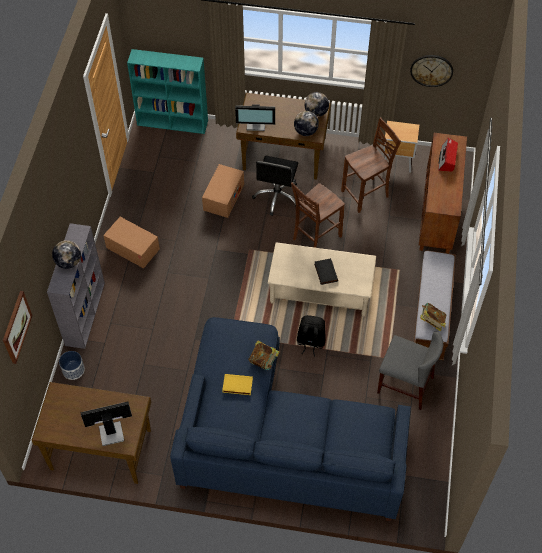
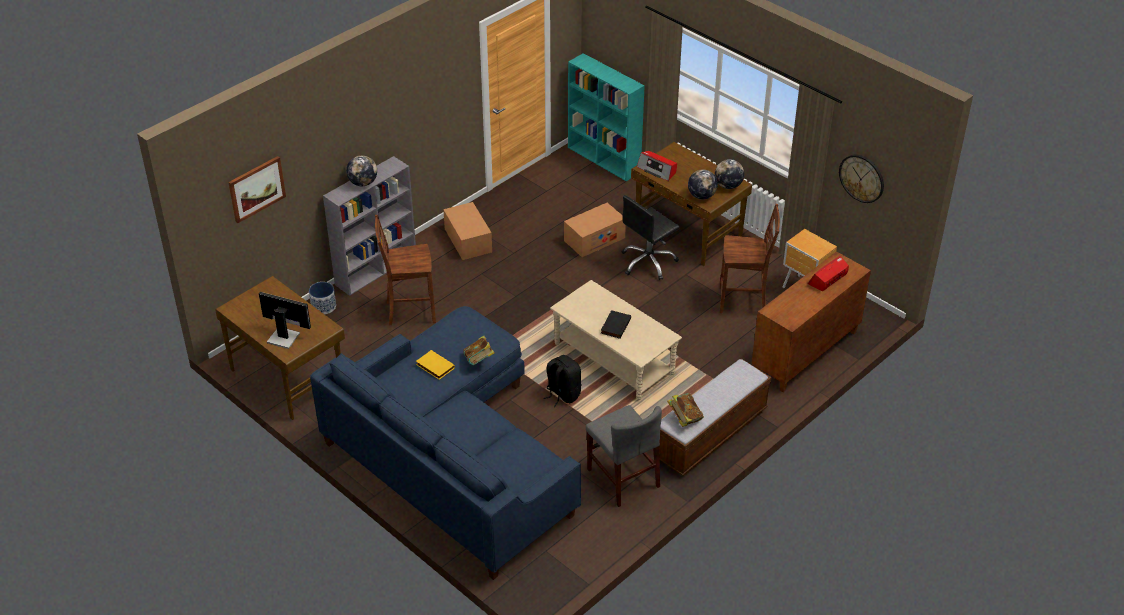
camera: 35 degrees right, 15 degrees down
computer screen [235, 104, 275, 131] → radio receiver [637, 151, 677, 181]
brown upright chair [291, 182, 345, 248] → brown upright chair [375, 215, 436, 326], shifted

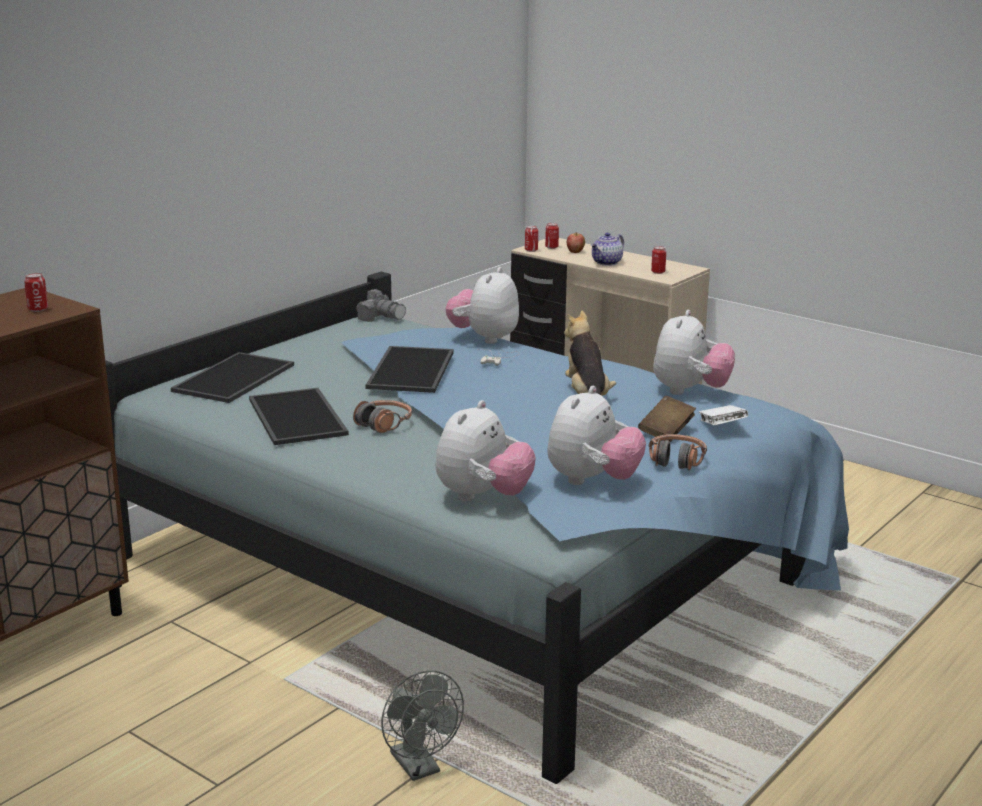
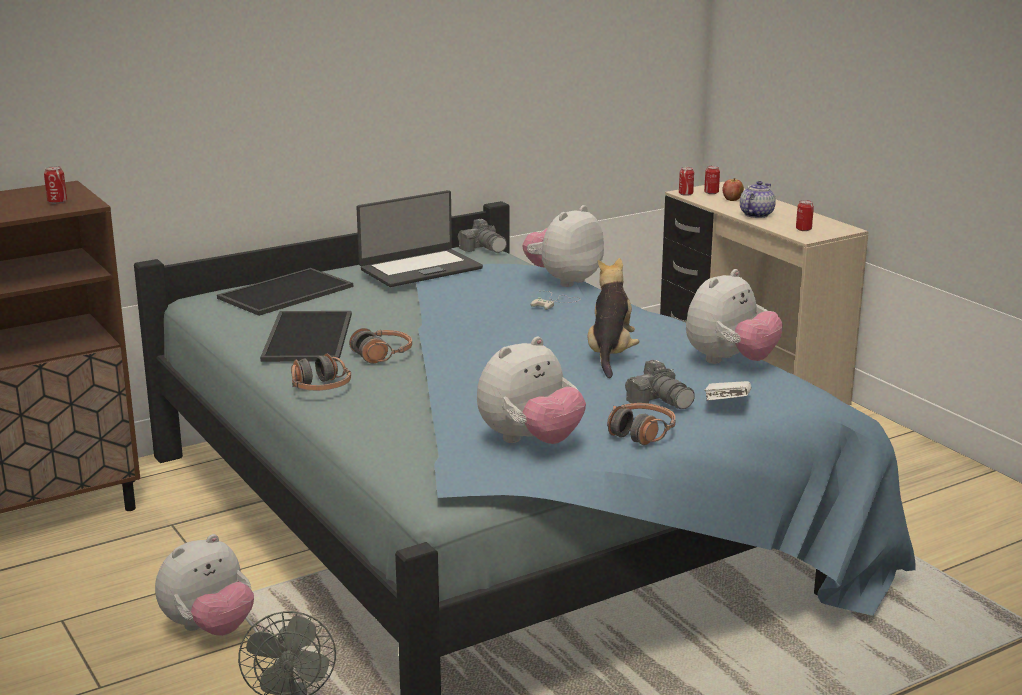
camera: 20 degrees right, 0 degrees up
tea pot [591, 232, 624, 266] → tea pot [740, 181, 776, 218], 150 degrees clockwise
carrying tray [366, 346, 454, 393] → -
brown volume [638, 396, 696, 442] → photo camera [625, 360, 695, 409]
soft toy [436, 400, 536, 501] → soft toy [155, 534, 254, 636], shifted
- → laptop [357, 190, 483, 287]
- → headset [291, 354, 351, 391]

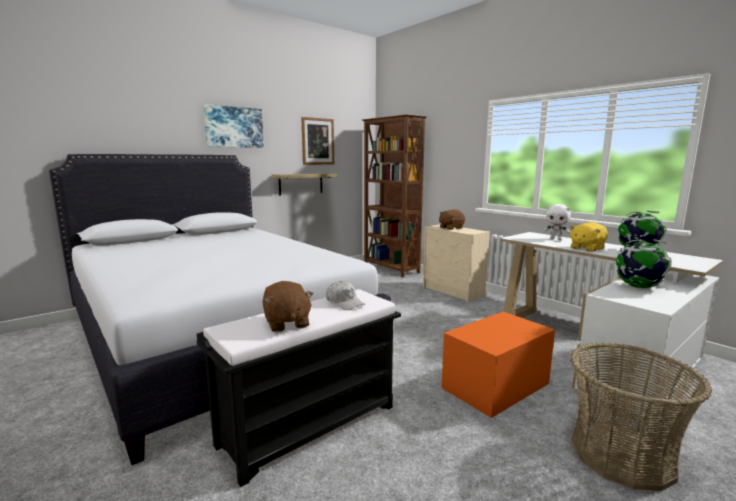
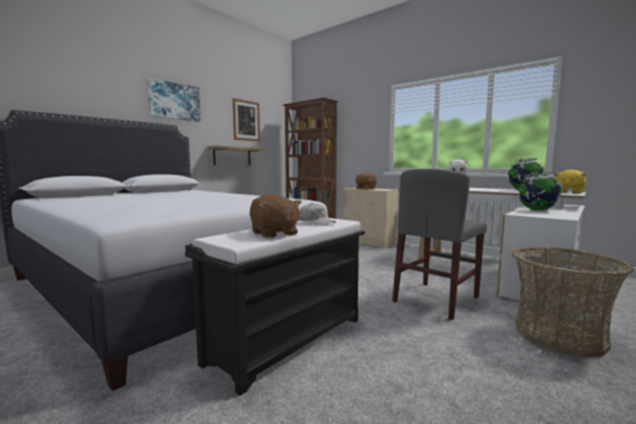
camera: 10 degrees left, 5 degrees down
yellow-coloured soft toy [570, 222, 608, 252] → yellow-coloured soft toy [554, 169, 587, 194], shifted
orangey storage bin [441, 312, 555, 418] → greyish upright chair [392, 169, 487, 320]

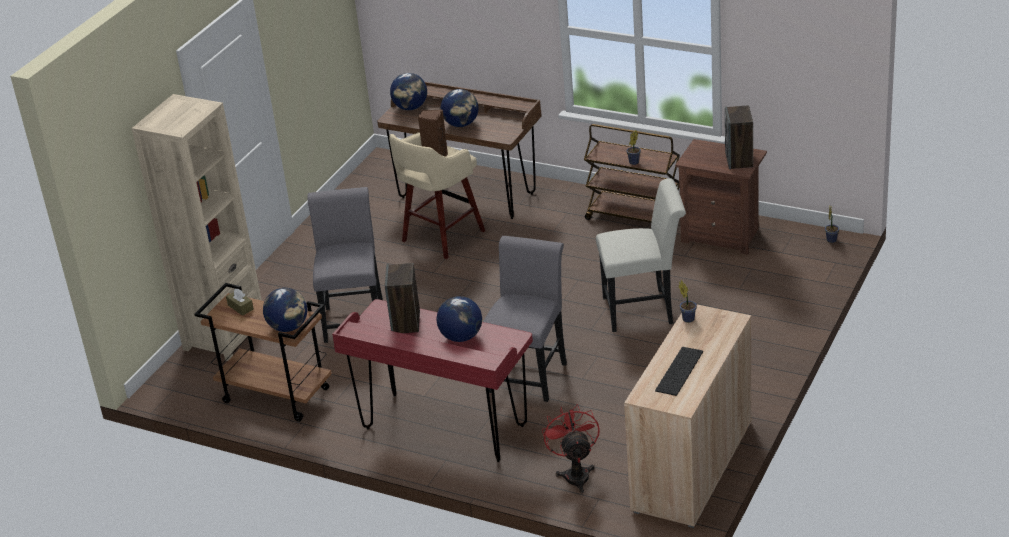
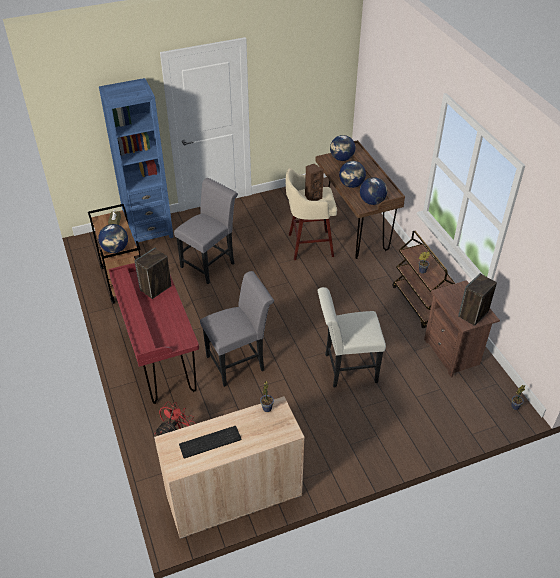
camera: 40 degrees right, 10 degrees up
sand-coloured bookshelf [132, 94, 262, 361] → blue bookshelf [99, 78, 174, 246]
white upright chair [596, 178, 686, 332] → white upright chair [318, 287, 386, 387], 135 degrees clockwise
desk globe [436, 296, 482, 342] → desk globe [360, 177, 387, 205], shifted

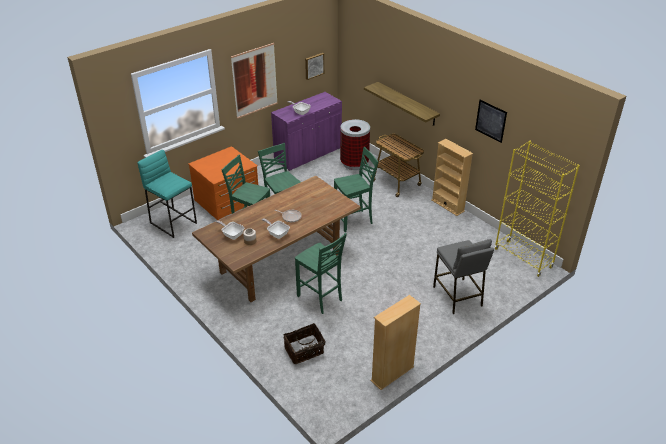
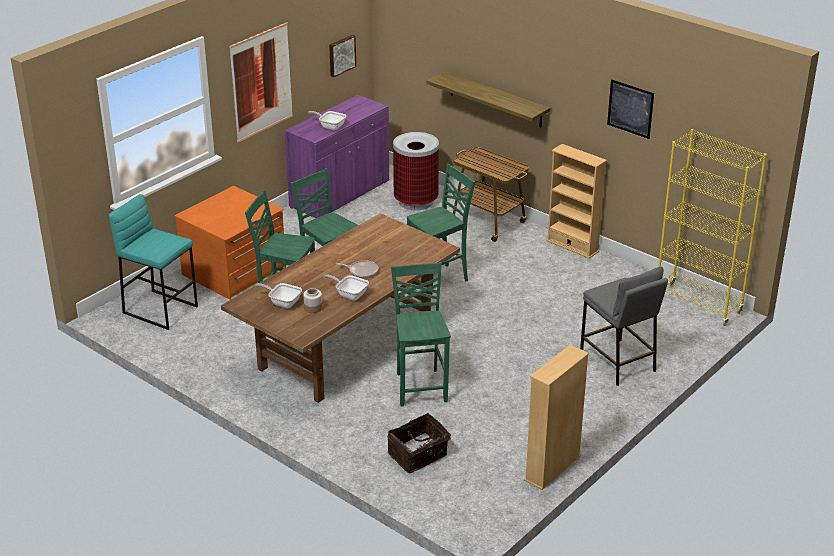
camera: 10 degrees left, 5 degrees down
green-coloured upright chair [295, 233, 347, 314] → green-coloured upright chair [391, 262, 451, 407], 135 degrees counterclockwise

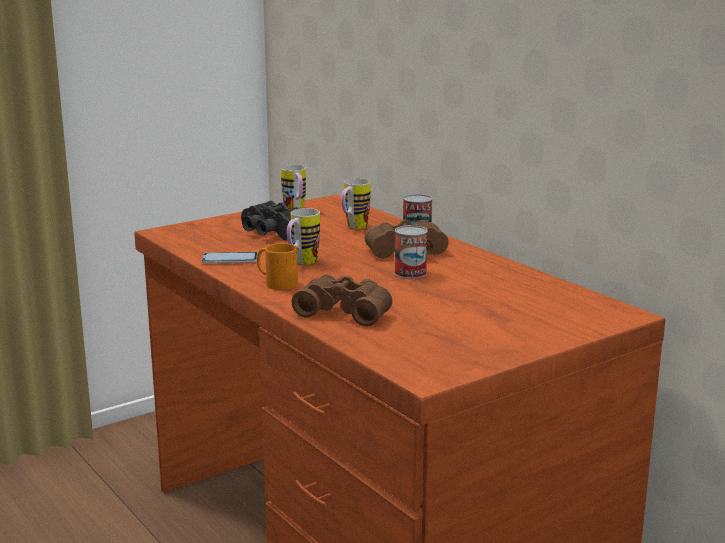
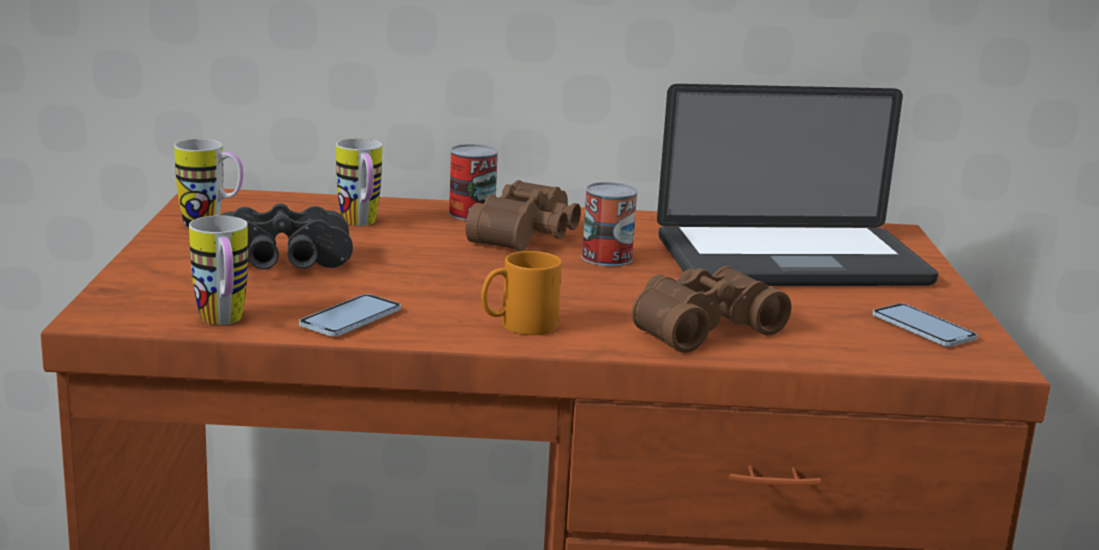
camera: 55 degrees left, 0 degrees up
tea mug [287, 208, 320, 264] → tea mug [189, 216, 248, 325], shifted
- → laptop [657, 84, 938, 286]
- → telephone [873, 303, 977, 347]

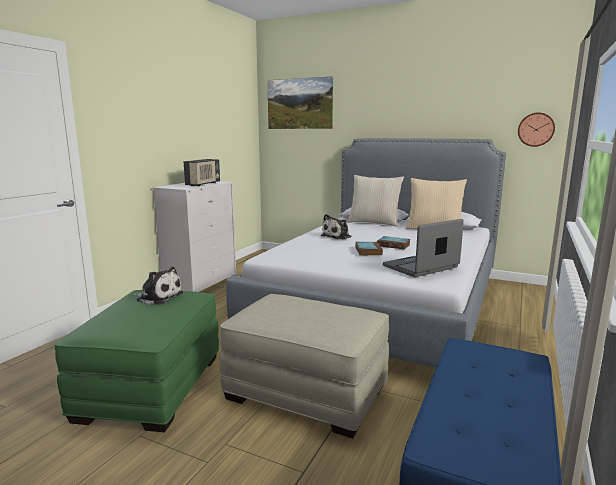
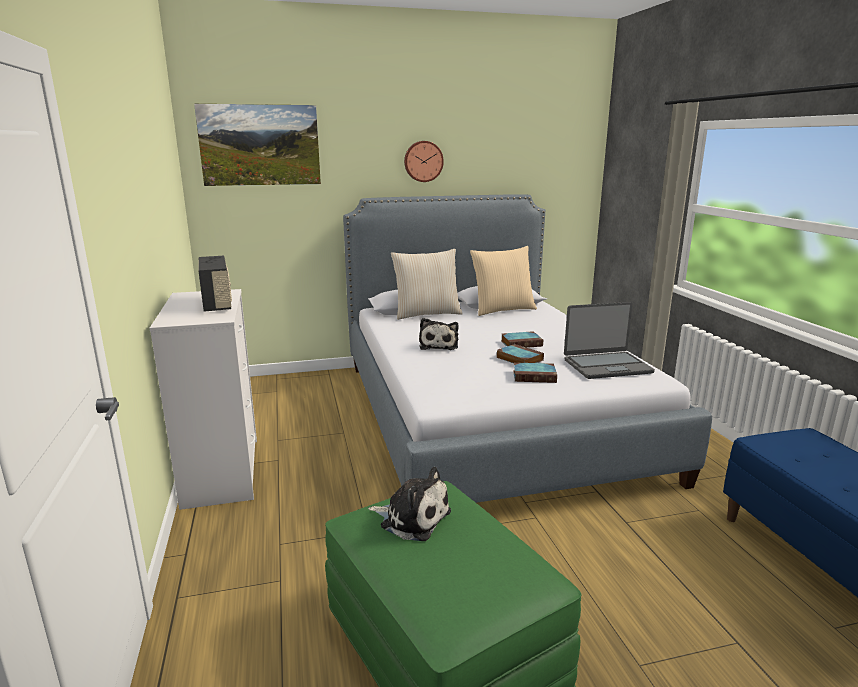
camera: 40 degrees left, 5 degrees up
hanging clock [518, 112, 555, 147] → hanging clock [404, 141, 444, 182], shifted
laptop [383, 219, 464, 277] → laptop [564, 302, 655, 379], 120 degrees counterclockwise
soft toy [133, 267, 183, 305] → soft toy [368, 467, 451, 541], 45 degrees clockwise
sand-coloured pouffe [219, 294, 389, 439] → -
- → volume [513, 362, 557, 383]

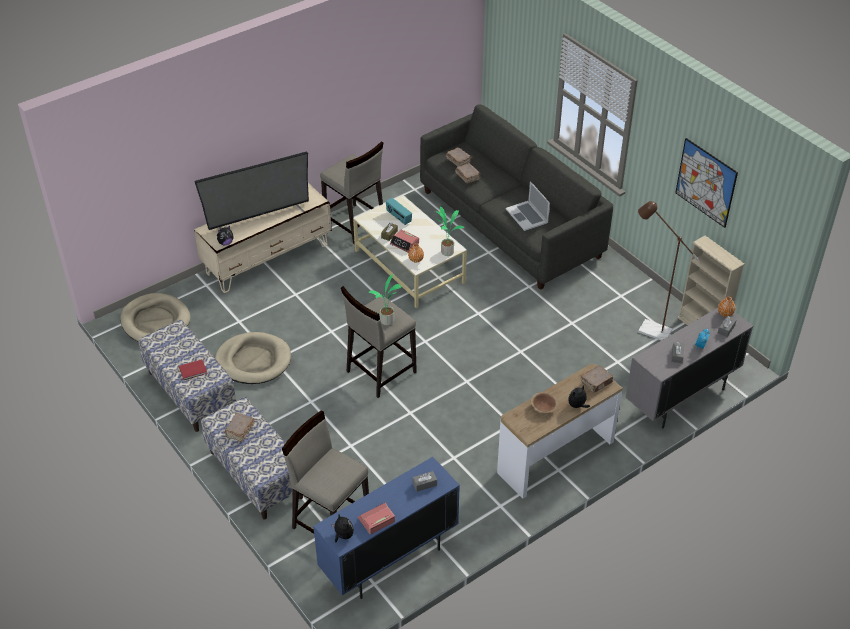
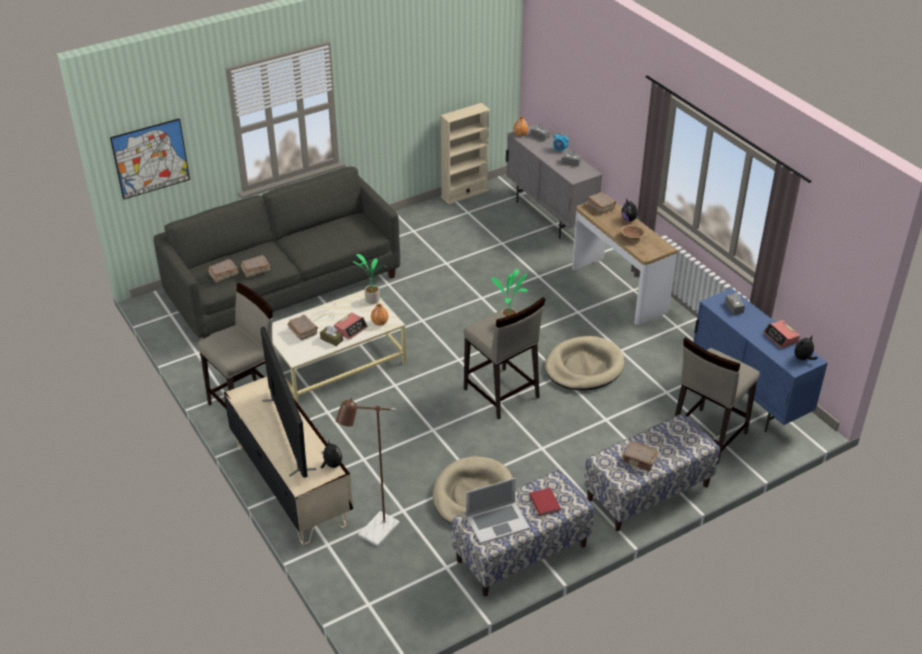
camera: 85 degrees left, 5 degrees down
wall picture [675, 138, 738, 228] → wall picture [110, 118, 190, 200], shifted
laptop [506, 181, 550, 231] → laptop [466, 478, 530, 544], shifted
radio receiver [386, 198, 412, 225] → brown volume [288, 315, 318, 340]
brown standard lamp [638, 201, 699, 341] → brown standard lamp [336, 397, 400, 547], shifted
sand-coloured pet bed [120, 293, 190, 342] → sand-coloured pet bed [545, 336, 625, 391], shifted

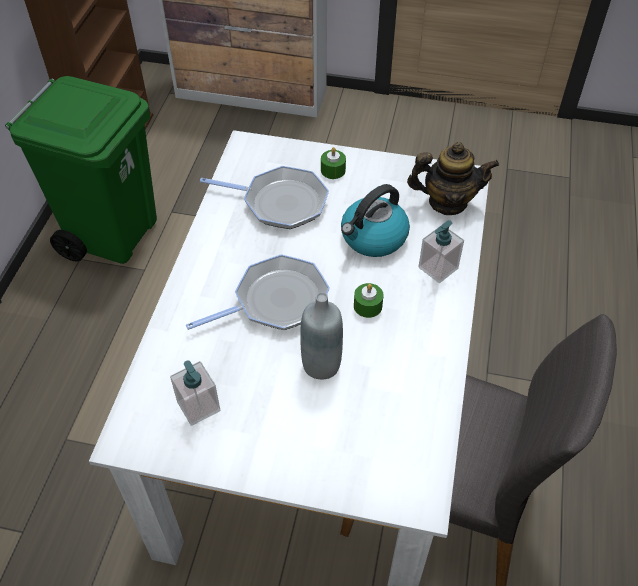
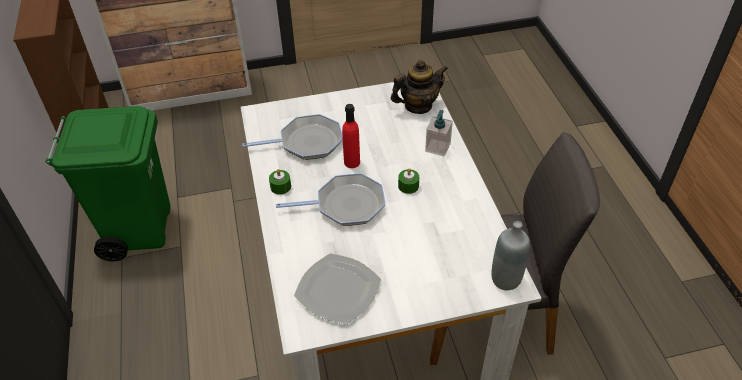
camera: 25 degrees left, 5 degrees down
green-coloured wax candle [321, 147, 346, 179] → green-coloured wax candle [269, 169, 291, 195], shifted
tea kettle [341, 184, 410, 257] → -
pan [186, 254, 330, 330] → pan [276, 173, 385, 226], 45 degrees clockwise
greyish beverage bottle [300, 293, 343, 379] → greyish beverage bottle [491, 221, 530, 290], shifted
liquid soap bottle [170, 360, 220, 426] → plate [294, 253, 381, 325]
- → red beverage bottle [342, 104, 360, 168]

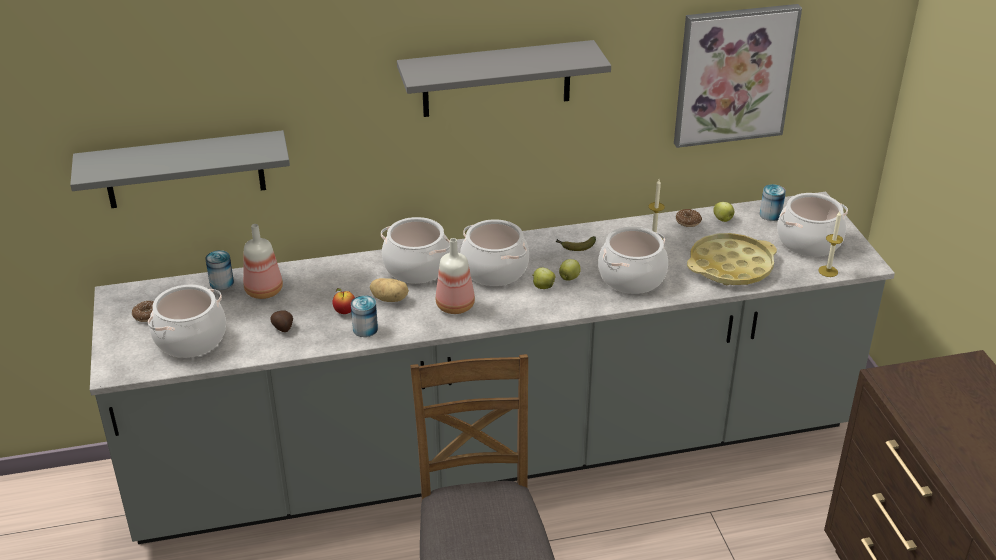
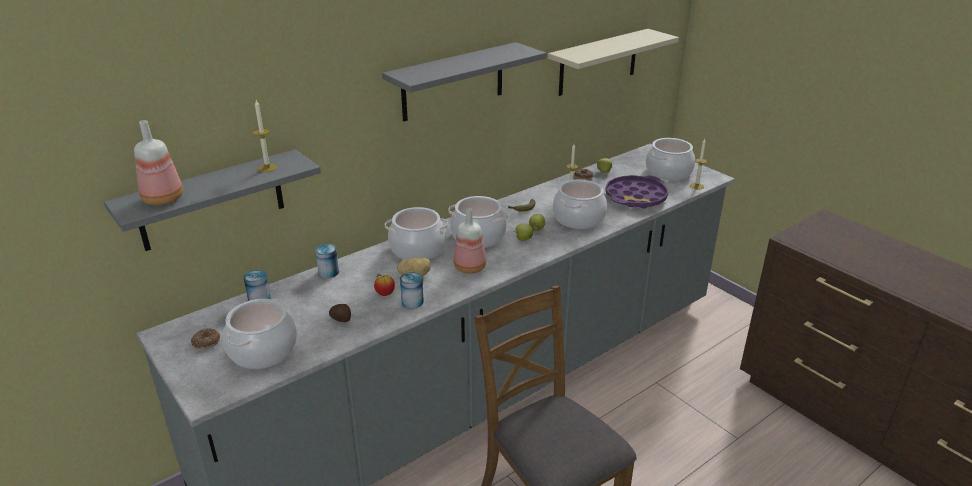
camera: 25 degrees left, 5 degrees down
wall picture [674, 4, 802, 148] → sand-coloured shelf [548, 29, 679, 96]
can [760, 184, 786, 221] → can [315, 244, 339, 278], shifted
beverage bottle [243, 224, 283, 299] → beverage bottle [134, 120, 183, 205], shifted
yellow-coloured carrying tray [687, 233, 777, 285] → purple carrying tray [605, 175, 668, 209]
- → wax candle [253, 100, 277, 172]

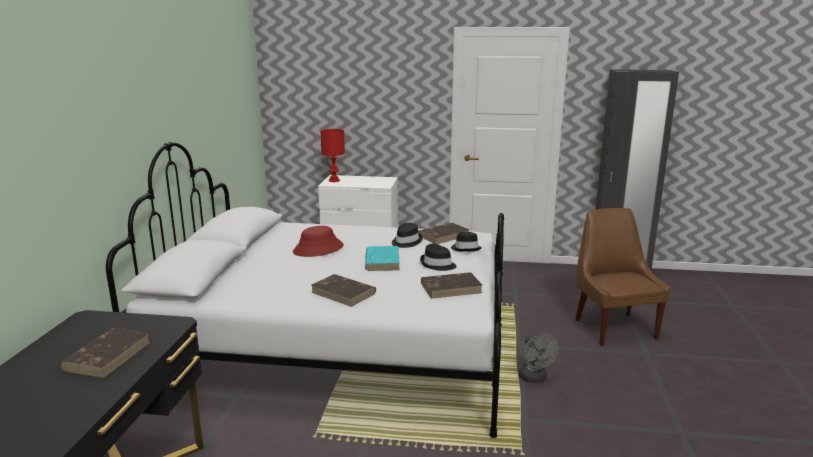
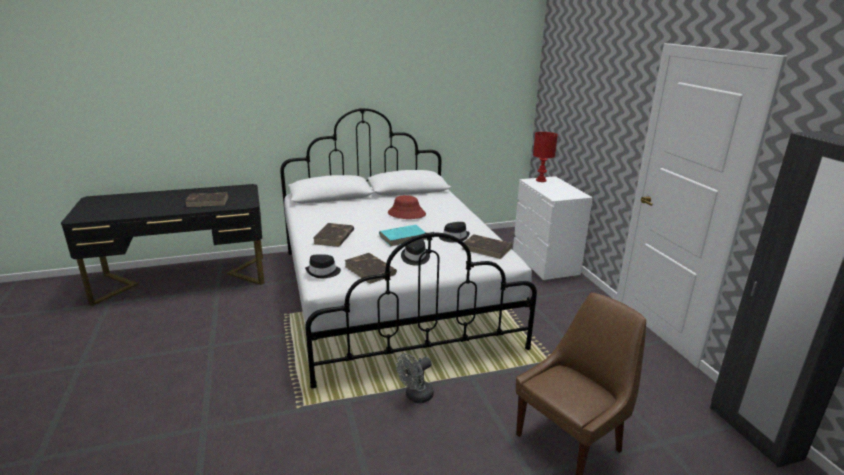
camera: 65 degrees right, 5 degrees up
black wearable hat [451, 232, 482, 252] → black wearable hat [305, 254, 341, 278], shifted

